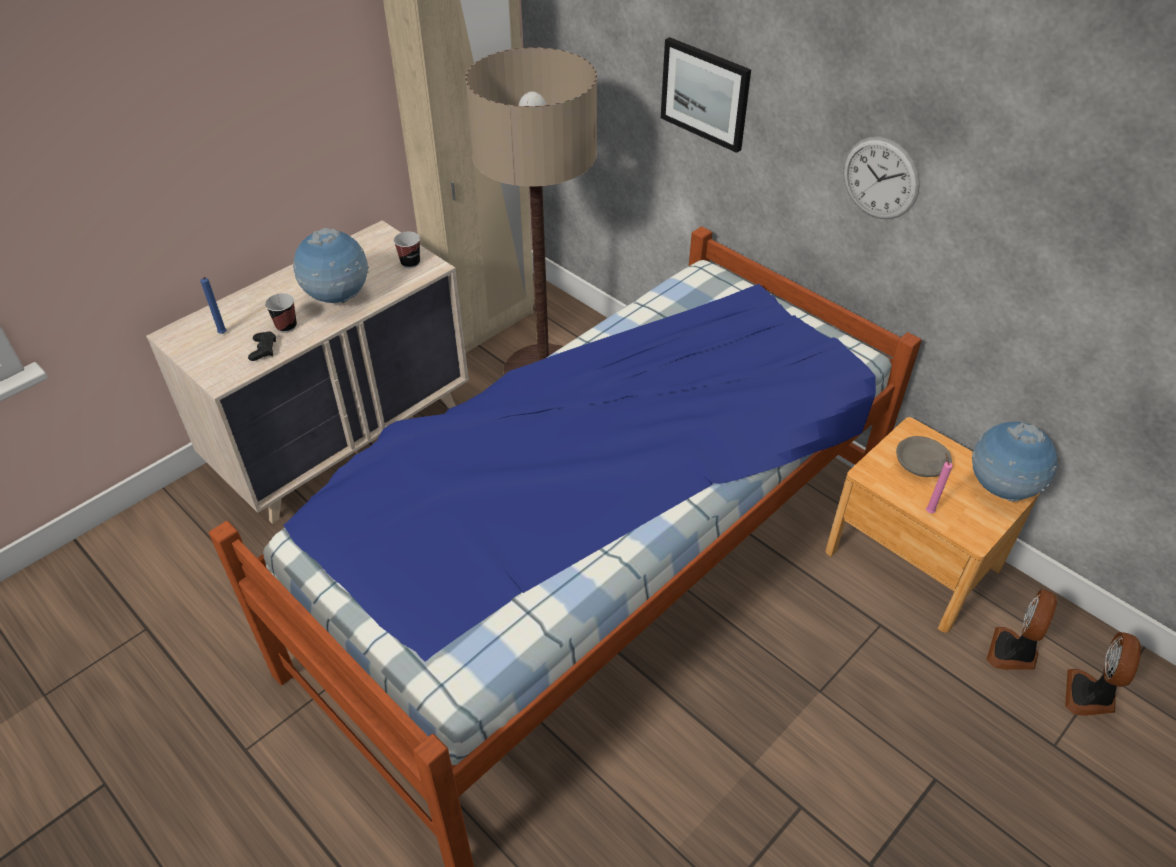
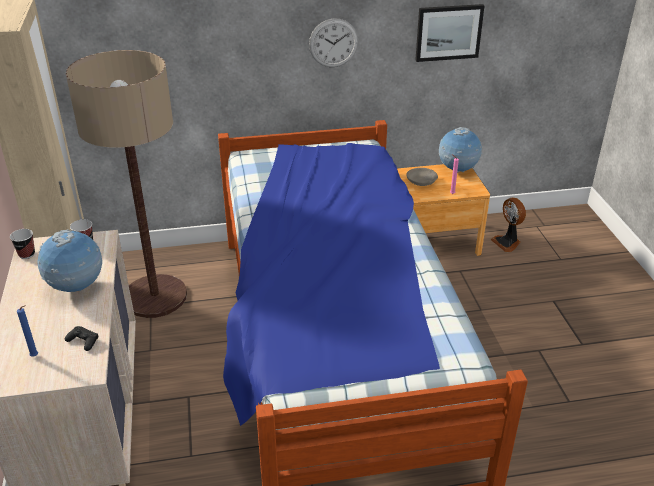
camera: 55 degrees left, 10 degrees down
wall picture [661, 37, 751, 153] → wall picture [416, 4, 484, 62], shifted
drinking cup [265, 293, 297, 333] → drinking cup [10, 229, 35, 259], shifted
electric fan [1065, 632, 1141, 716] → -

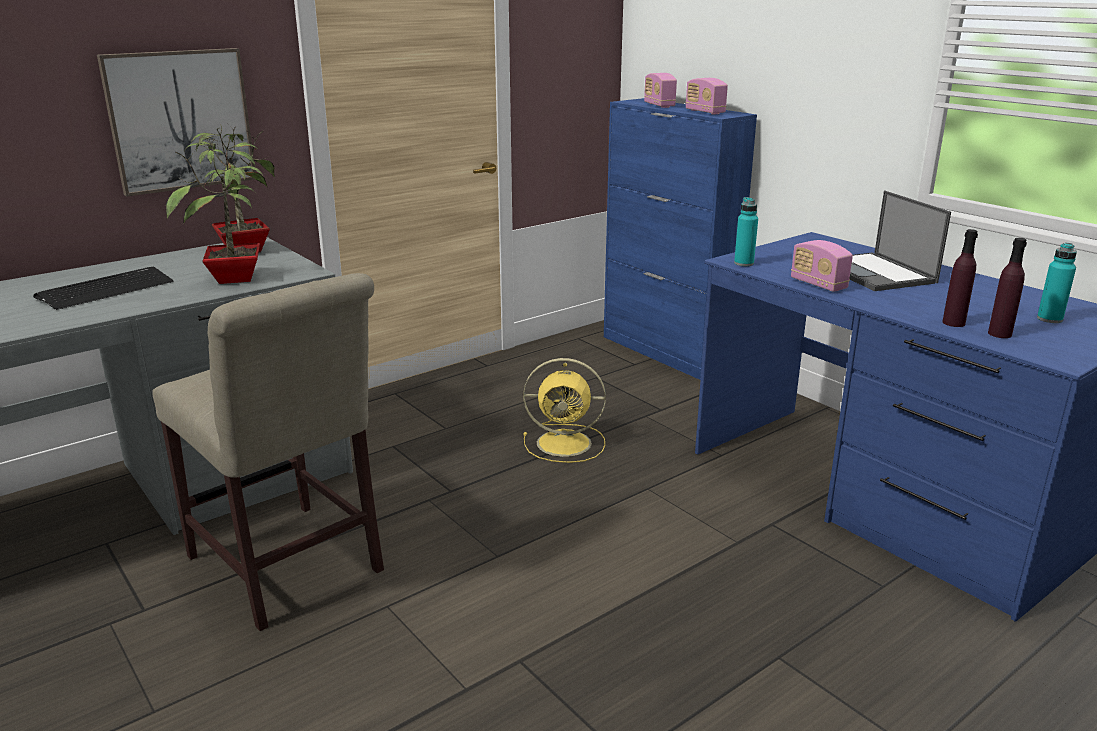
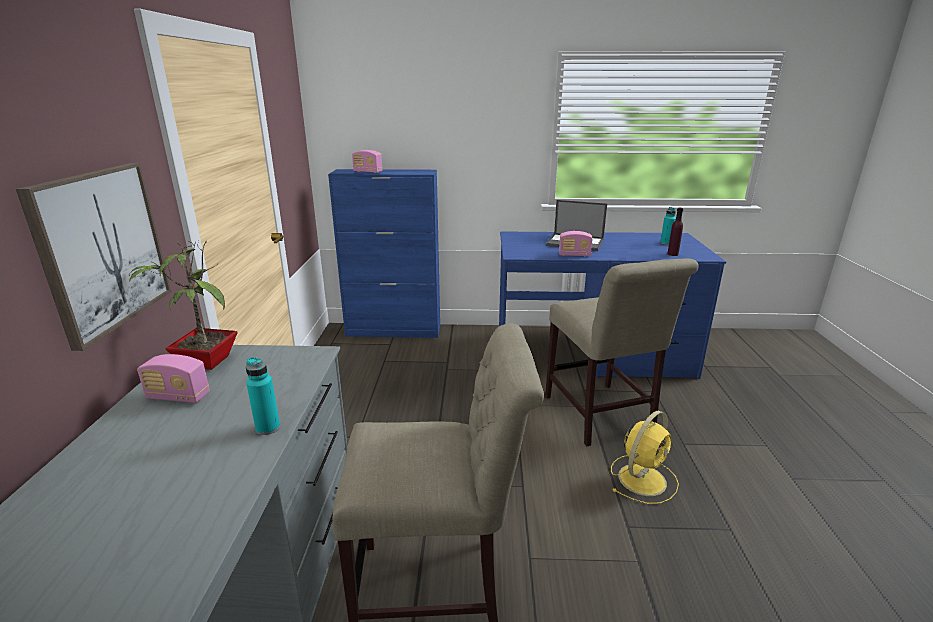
camera: 50 degrees left, 0 degrees up
radio receiver [686, 78, 728, 114] → radio receiver [137, 354, 210, 403], shifted
potted plant [166, 136, 263, 284] → -
blue-green beverage bottle [734, 197, 758, 266] → blue-green beverage bottle [246, 357, 280, 435], shifted
purple beverage bottle [942, 229, 978, 327] → -
keyboard [33, 267, 174, 310] → -
yellow-coloured electric fan [523, 358, 606, 463] → yellow-coloured electric fan [611, 411, 679, 504], shifted
- → sand-coloured upright chair [545, 258, 699, 446]

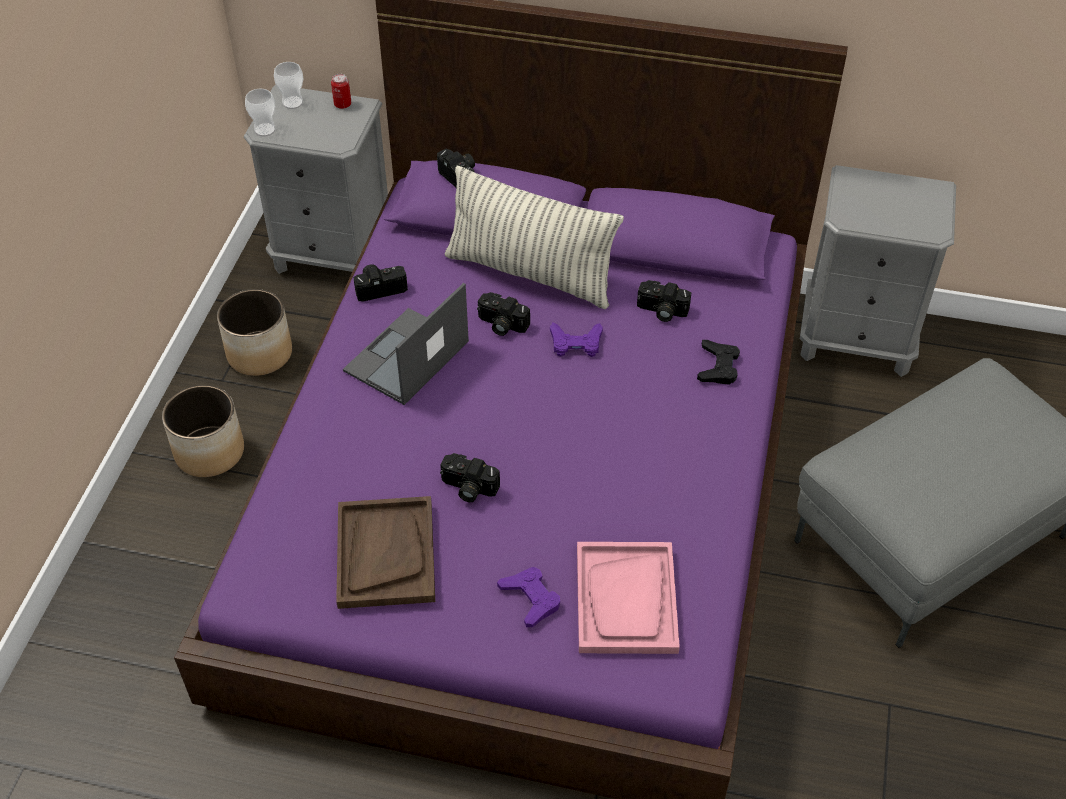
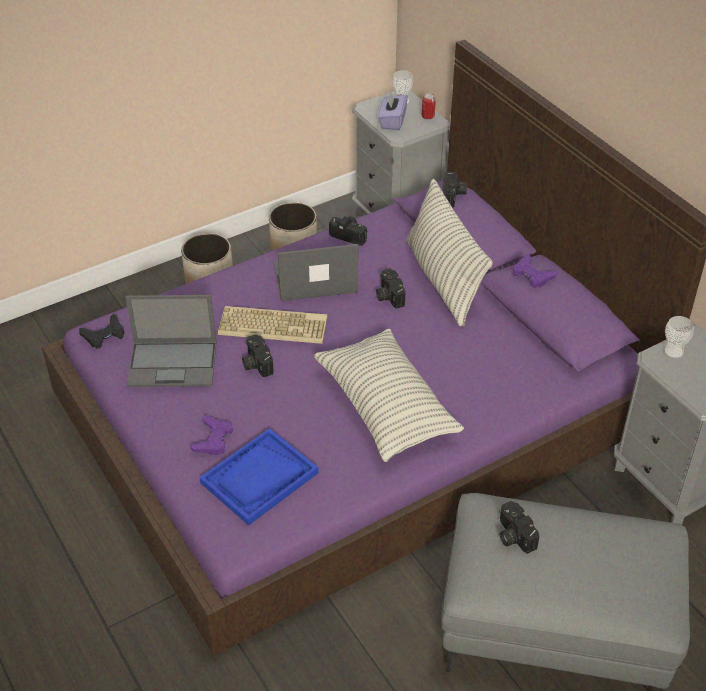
camera: 45 degrees right, 5 degrees down
drinking cup [245, 89, 276, 137] → drinking cup [664, 316, 694, 359], shifted
photo camera [637, 280, 691, 322] → photo camera [499, 501, 539, 554], shifted
purple gamepad [550, 323, 603, 357] → purple gamepad [513, 254, 558, 288], shifted
black gamepad [697, 340, 740, 385] → black gamepad [79, 314, 125, 349], shifted
brown carrying tray [336, 496, 435, 609] → laptop [126, 295, 217, 387]
pinkish carrying tray [577, 542, 680, 654] → blue carrying tray [199, 428, 319, 525]
- → purple tissue holder [378, 91, 408, 130]
- → keyboard [218, 306, 327, 344]
- → throw pillow [314, 329, 464, 462]

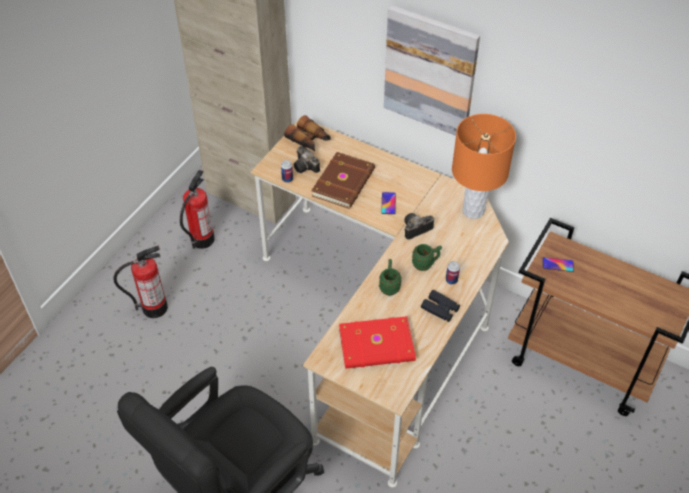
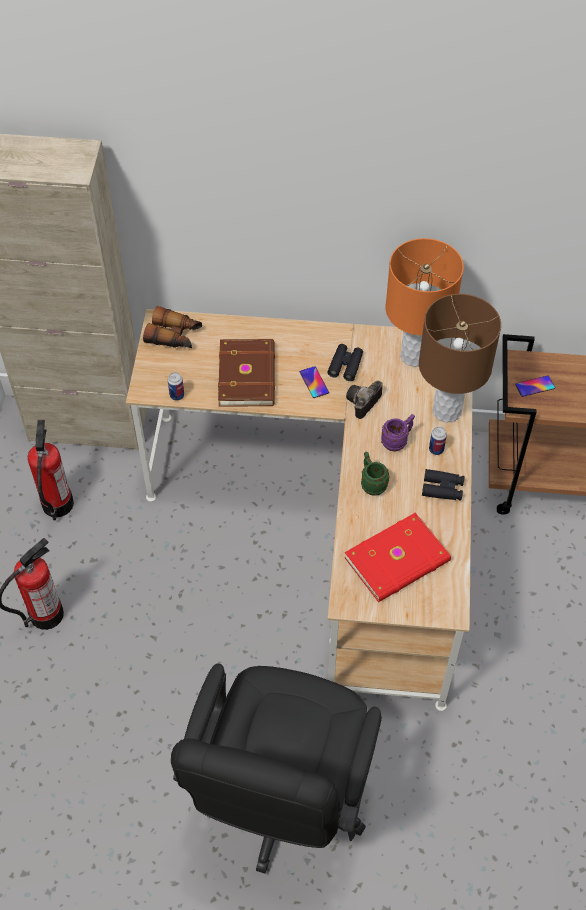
camera: 25 degrees left, 5 degrees up
wall picture [384, 5, 480, 136] → -
photo camera [294, 146, 320, 173] → -
green-coloured tea mug [412, 244, 442, 271] → purple tea mug [381, 414, 415, 451]
- → brown lamp for a table [419, 294, 501, 423]
- → black pair of binoculars [327, 344, 363, 381]

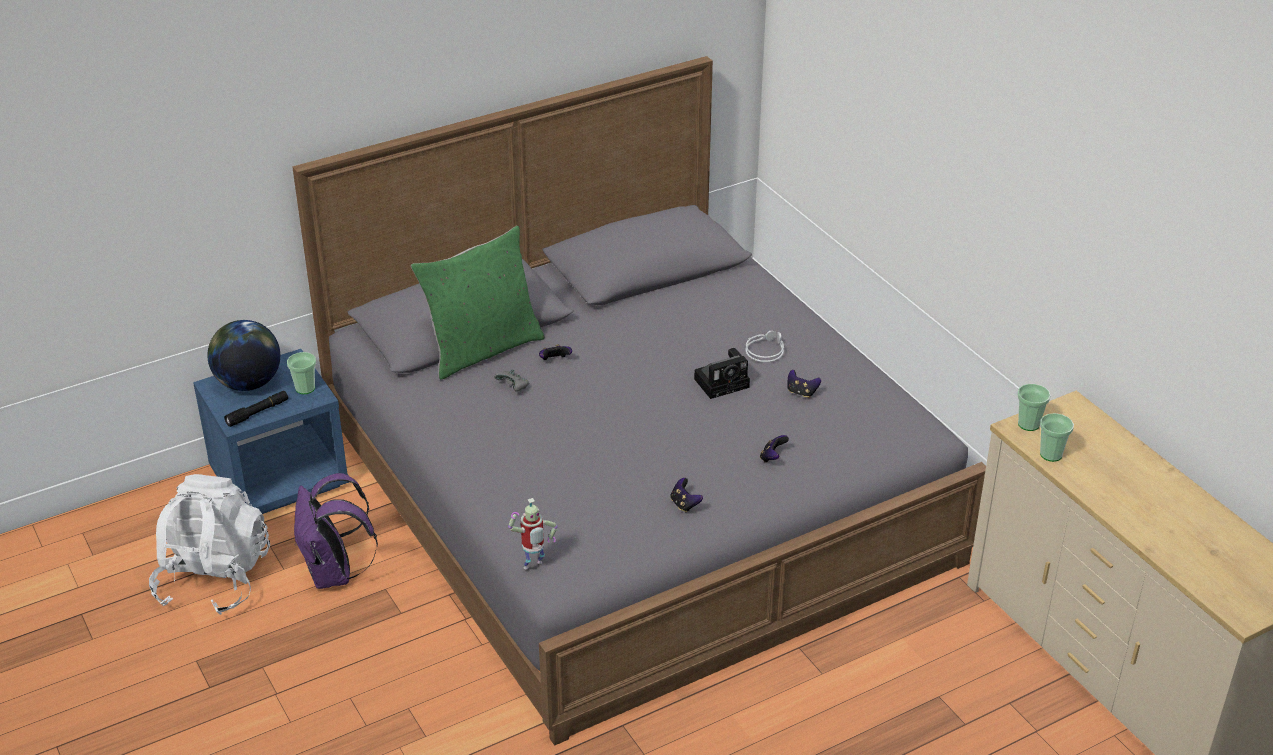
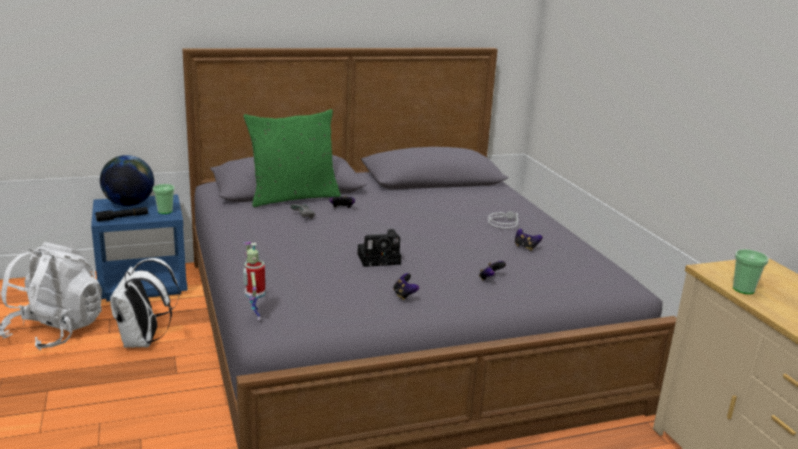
camera: 10 degrees right, 15 degrees down
photo camera [694, 348, 750, 399] → photo camera [358, 229, 401, 267], shifted
drinking cup [1017, 384, 1051, 431] → -
purple knapsack [294, 473, 378, 589] → white knapsack [110, 258, 180, 348]
toy robot [508, 498, 558, 569] → toy robot [243, 242, 265, 320], 90 degrees clockwise

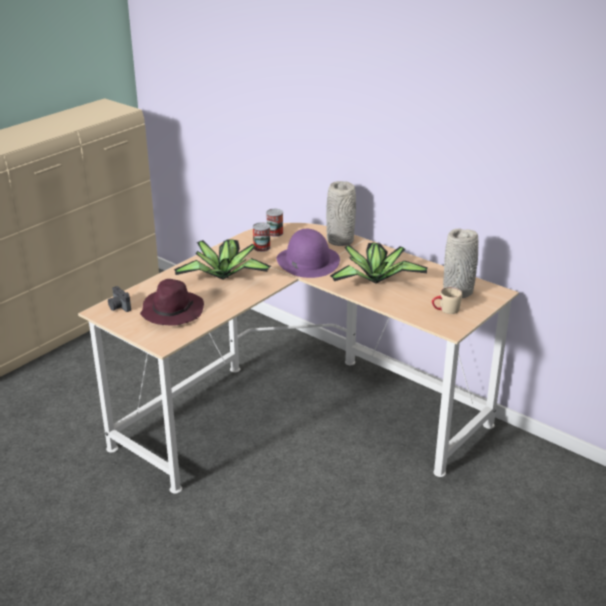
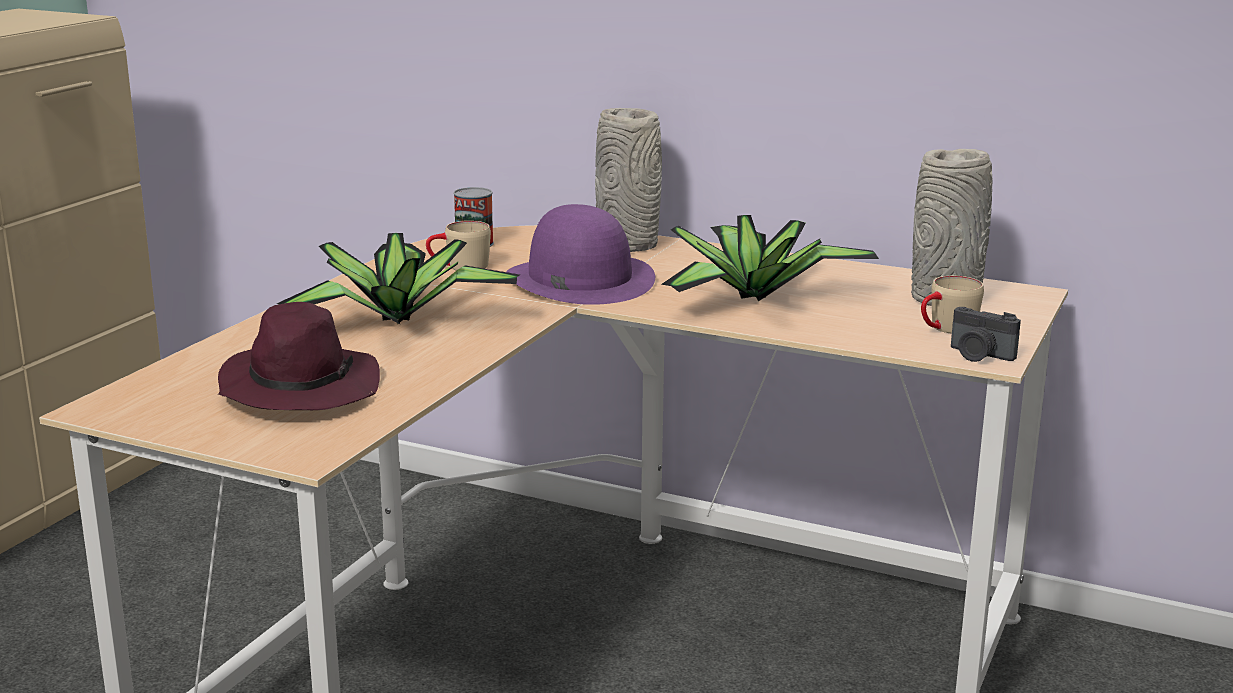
camera: 15 degrees left, 10 degrees down
can [253, 222, 271, 252] → sand-coloured tea mug [426, 221, 491, 271]
photo camera [108, 286, 131, 312] → photo camera [951, 307, 1021, 362], shifted

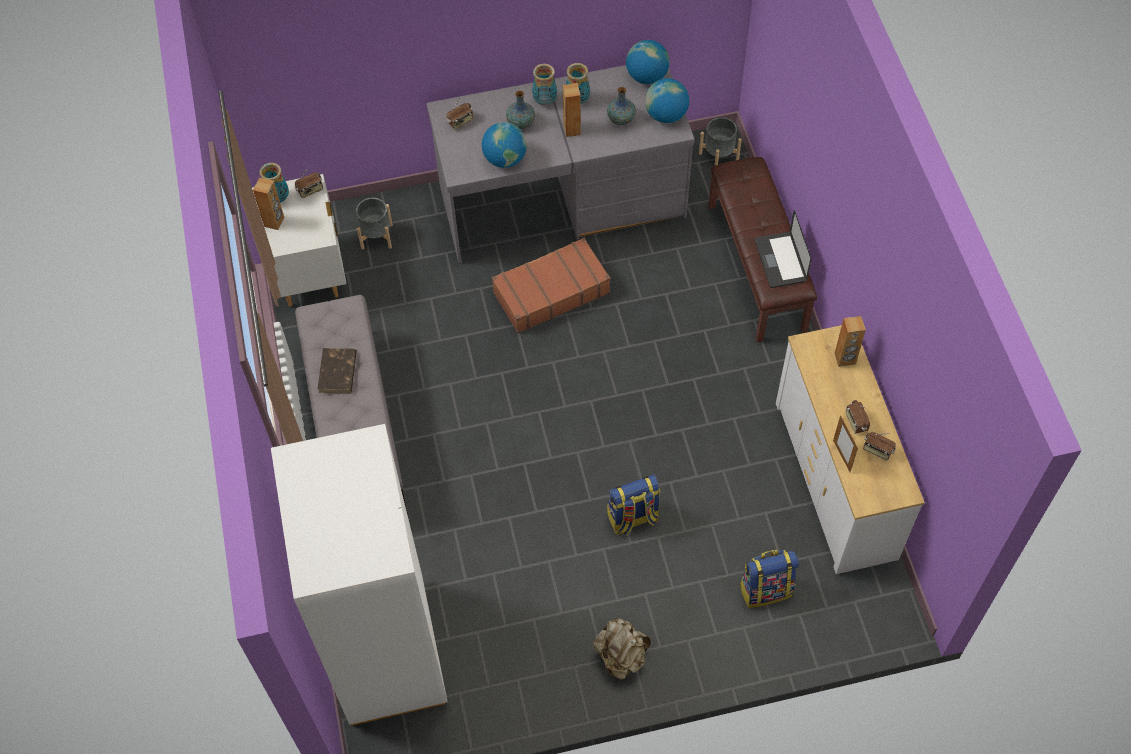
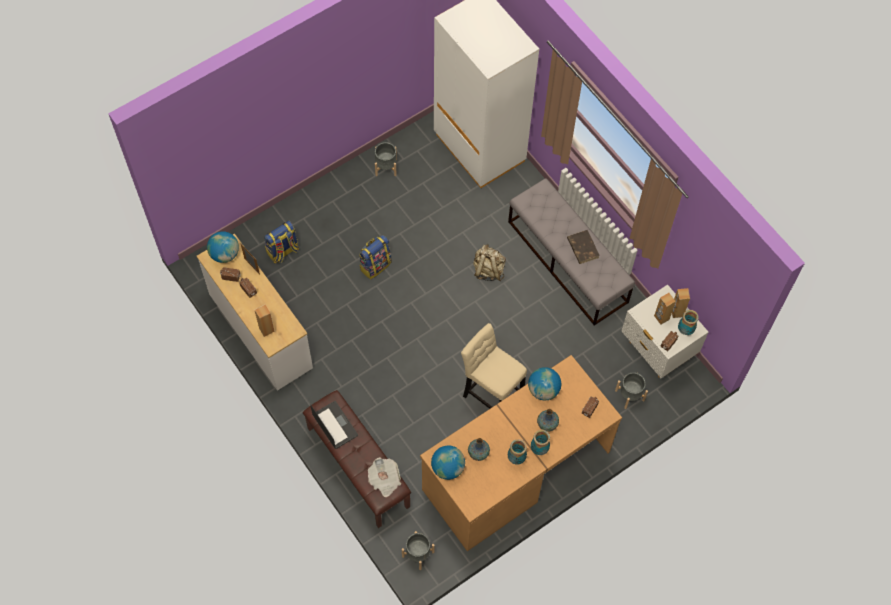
camera: 155 degrees right, 5 degrees up
desk globe [626, 40, 670, 84] → desk globe [207, 231, 239, 263], shifted
greyish desk [426, 65, 695, 264] → brown desk [420, 355, 622, 551]
brown loudspeaker [563, 83, 581, 137] → brown loudspeaker [654, 293, 676, 325], shifted
brown travel case [492, 238, 610, 333] → sand-coloured stool seat [461, 323, 527, 409]
sand-coloured knapsack [593, 618, 651, 679] → sand-coloured knapsack [473, 244, 506, 281], shifted
- → greyish flower pot [375, 142, 397, 176]
- → daily paper [368, 457, 401, 497]

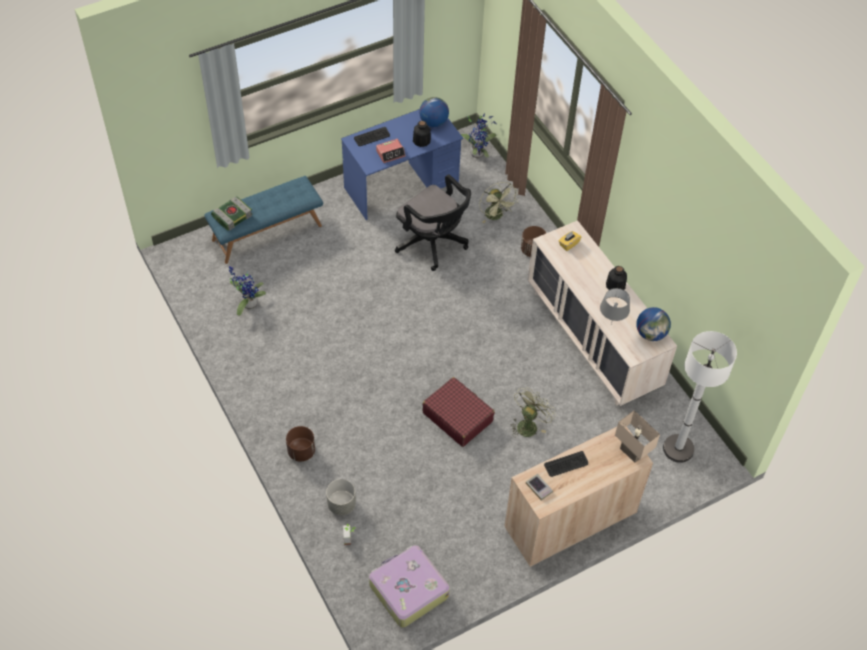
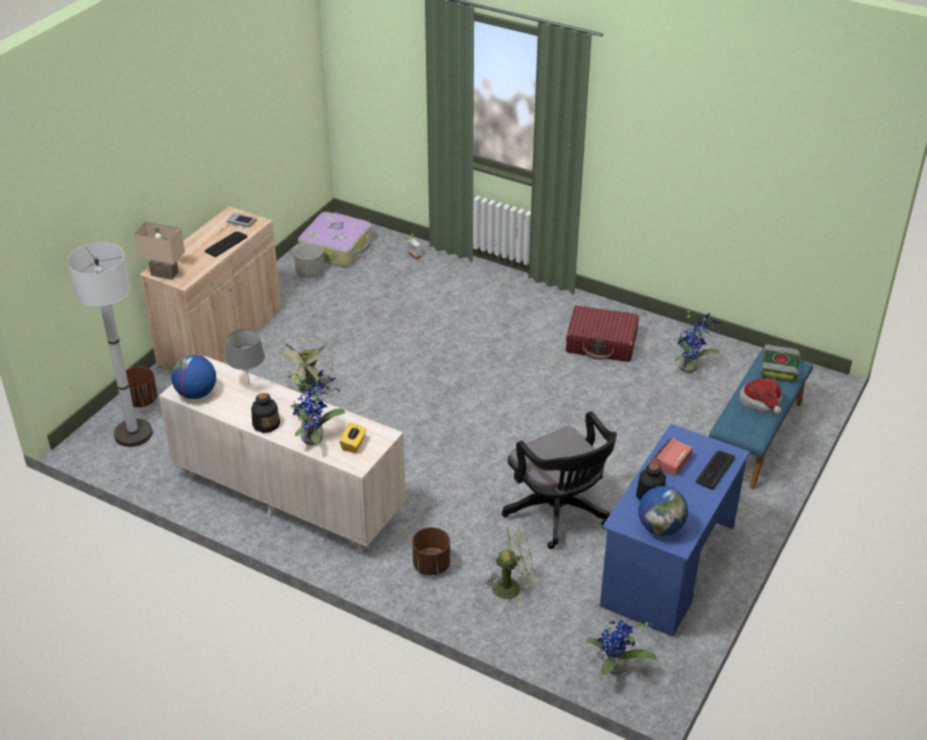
camera: 150 degrees right, 15 degrees down
black computer chair [395, 174, 471, 271] → black computer chair [501, 411, 617, 549], 135 degrees counterclockwise
green-coloured electric fan [479, 182, 518, 223] → green-coloured electric fan [483, 525, 536, 606], 135 degrees clockwise
red travel case [423, 377, 495, 447] → red travel case [566, 305, 639, 362], shifted
brown flower pot [286, 426, 315, 462] → brown flower pot [126, 367, 158, 407], shifted
greyish flower pot [326, 479, 356, 515] → greyish flower pot [294, 243, 324, 278], shifted
- → potted plant [290, 369, 345, 445]
- → wearable hat [740, 379, 782, 414]

